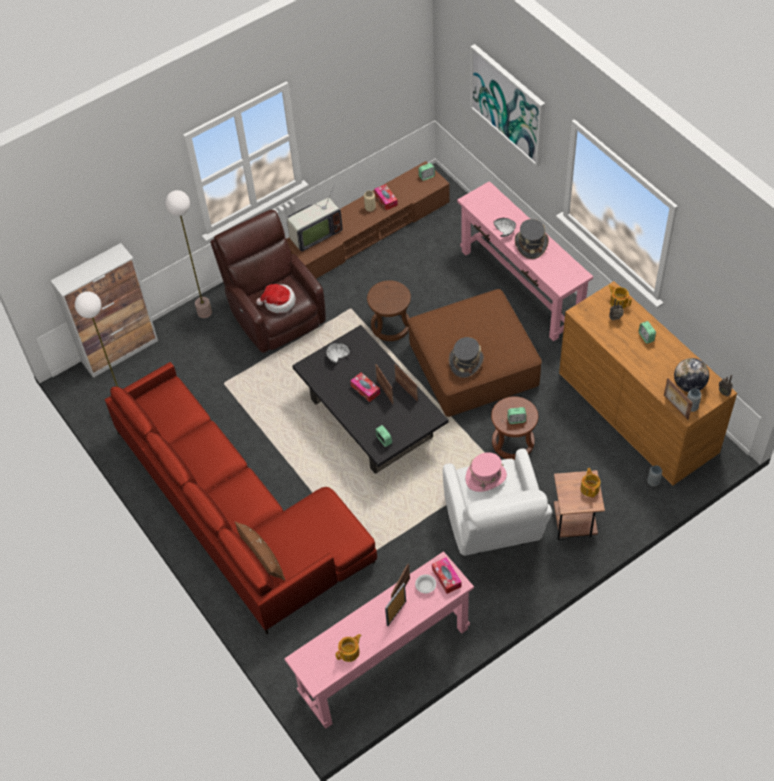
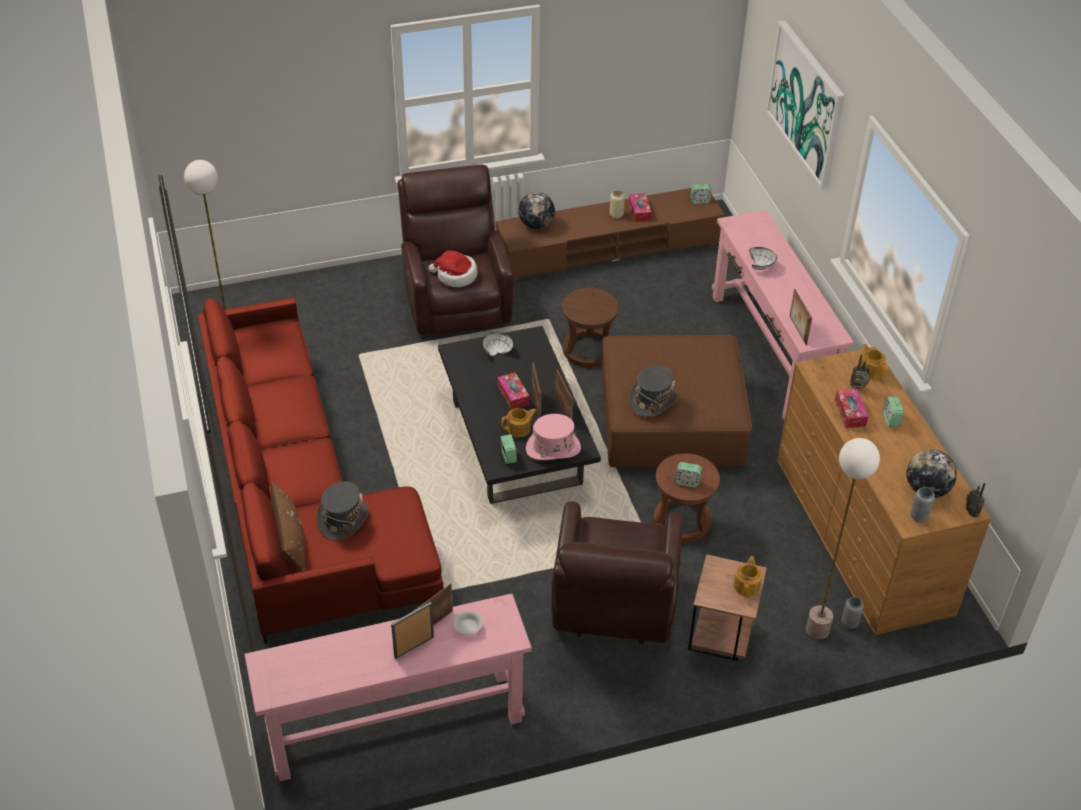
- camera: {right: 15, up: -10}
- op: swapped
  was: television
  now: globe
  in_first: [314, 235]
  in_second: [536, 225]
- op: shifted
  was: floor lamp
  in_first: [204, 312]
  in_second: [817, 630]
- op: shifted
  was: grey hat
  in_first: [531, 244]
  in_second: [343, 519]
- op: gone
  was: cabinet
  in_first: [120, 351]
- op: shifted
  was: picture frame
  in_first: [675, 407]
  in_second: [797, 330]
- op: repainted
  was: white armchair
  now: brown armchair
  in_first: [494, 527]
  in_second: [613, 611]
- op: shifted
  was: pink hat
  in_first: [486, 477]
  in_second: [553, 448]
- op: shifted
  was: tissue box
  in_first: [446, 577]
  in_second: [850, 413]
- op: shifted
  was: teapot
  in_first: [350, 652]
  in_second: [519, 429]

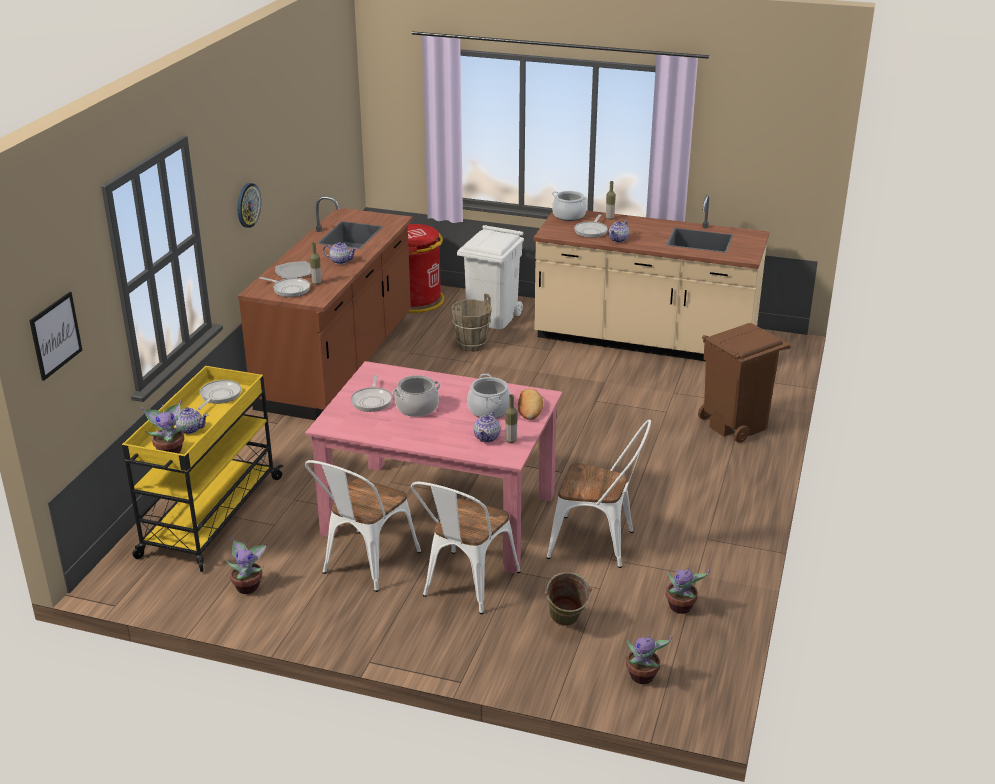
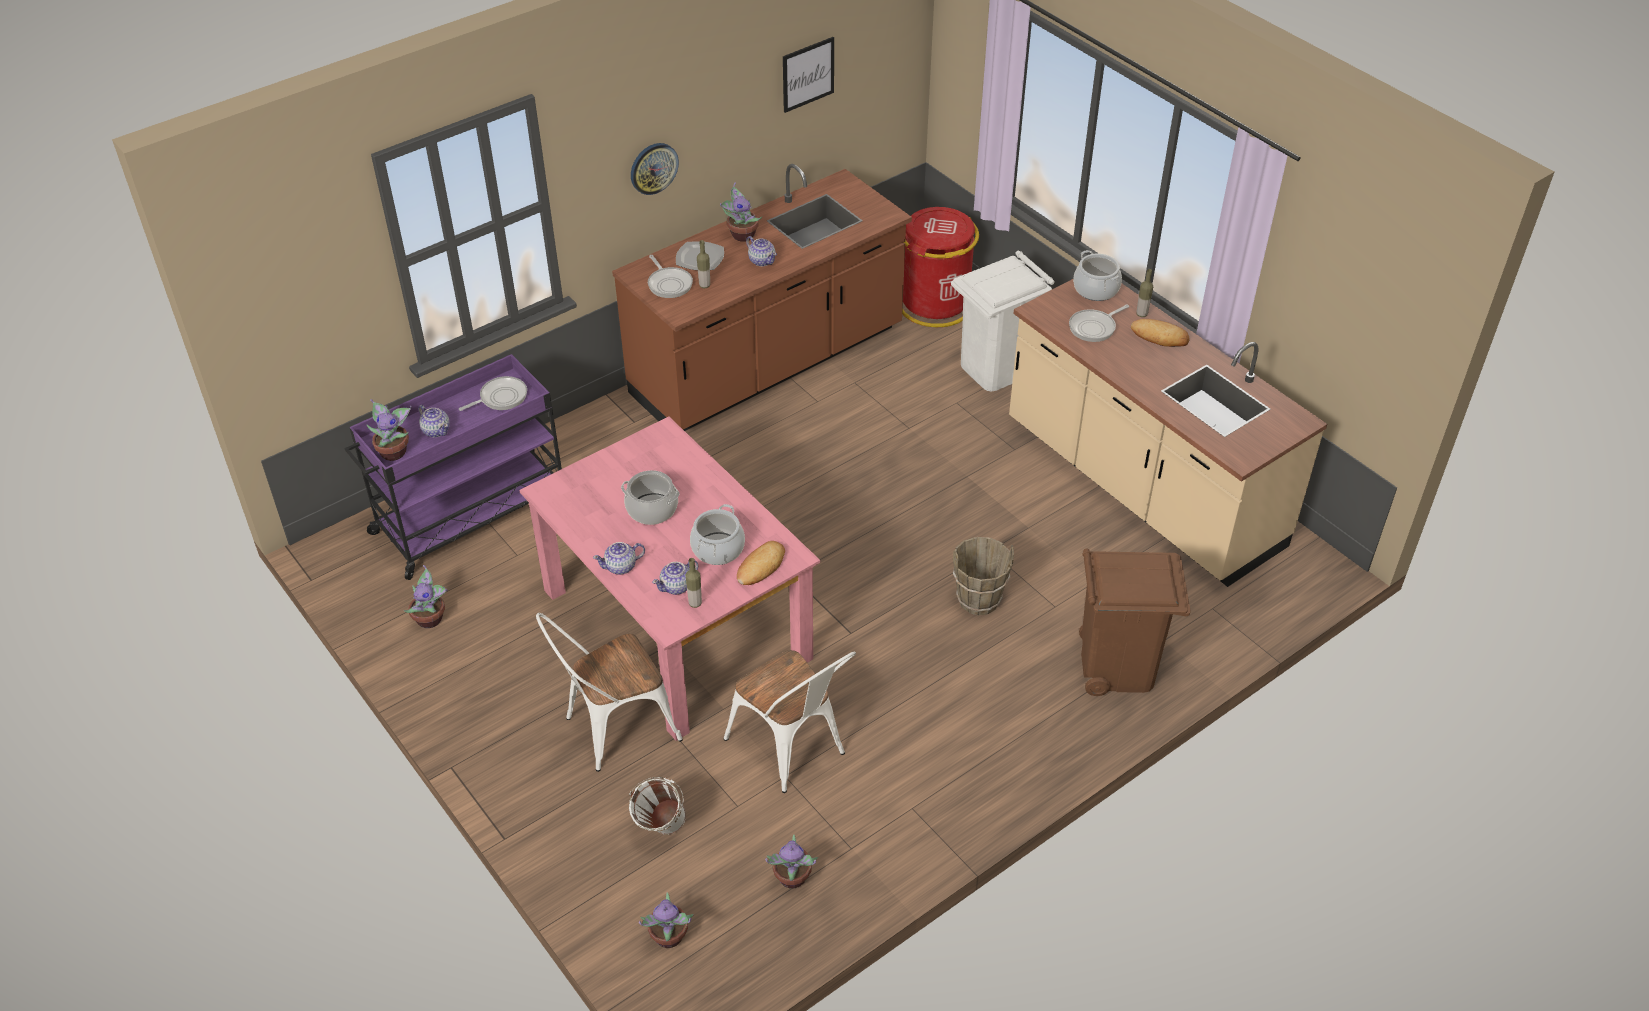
- camera: {right: 35, up: 15}
- op: shifted
  was: teapot
  in_first: [618, 239]
  in_second: [621, 567]
- op: shifted
  was: picture
  in_first: [55, 335]
  in_second: [808, 74]
- op: shifted
  was: brown bucket
  in_first: [471, 345]
  in_second: [978, 600]
- op: repainted
  was: yellow cart
  now: purple cart
  in_first: [210, 517]
  in_second: [470, 516]
- op: gone
  was: frying pan
  in_first: [372, 401]
- op: gone
  was: white chair
  in_first: [365, 565]
- op: repainted
  was: green bucket
  now: white bucket
  in_first: [566, 624]
  in_second: [660, 831]
- op: new
  now: potted plant
  in_second: [741, 235]
- op: new
  now: bread
  in_second: [1159, 336]

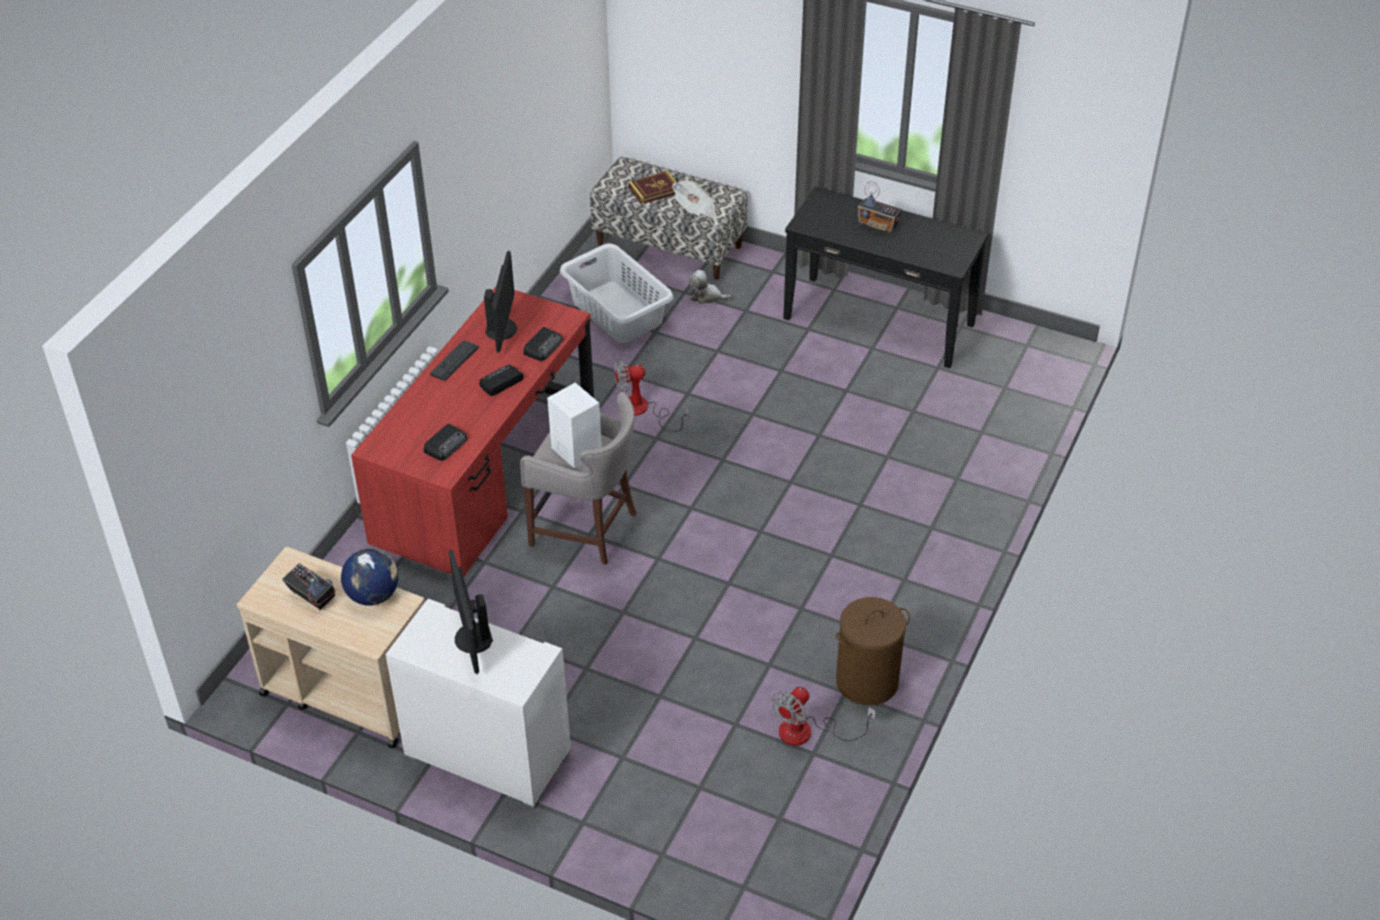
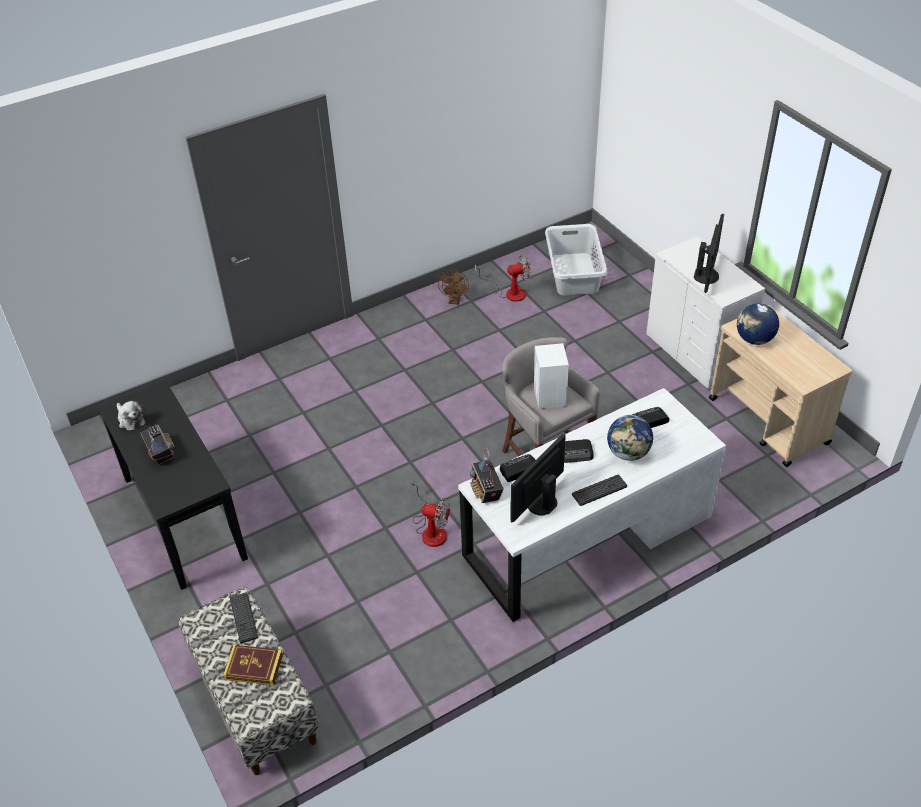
- camera: {right: -145, up: 0}
- op: swapped
  was: newspaper
  now: keyboard
  in_first: [695, 210]
  in_second: [243, 617]
- op: shifted
  was: grey laundry basket
  in_first: [617, 313]
  in_second: [574, 274]
- op: shifted
  was: plush toy
  in_first: [706, 296]
  in_second: [130, 420]
- op: repainted
  was: red desk
  now: white desk
  in_first: [485, 471]
  in_second: [587, 536]
- op: shifted
  was: radio
  in_first: [312, 597]
  in_second: [486, 490]
- op: swapped
  was: brown laundry basket
  now: brown fan
  in_first: [866, 681]
  in_second: [454, 300]
- op: new
  now: globe
  in_second: [628, 453]

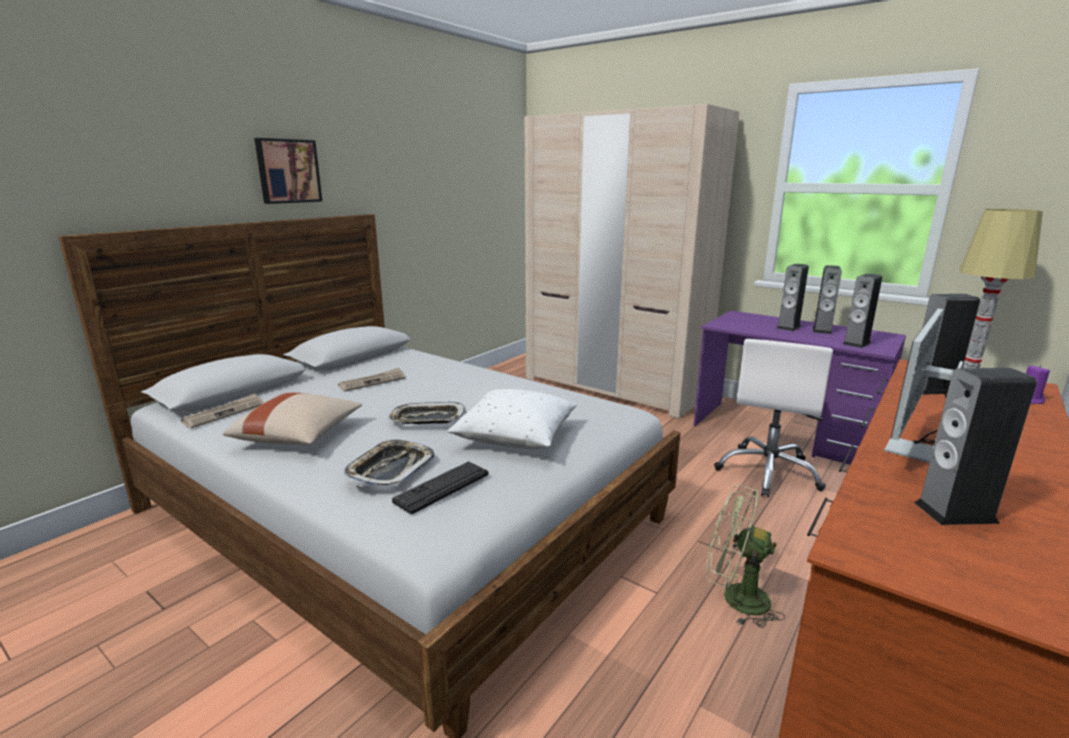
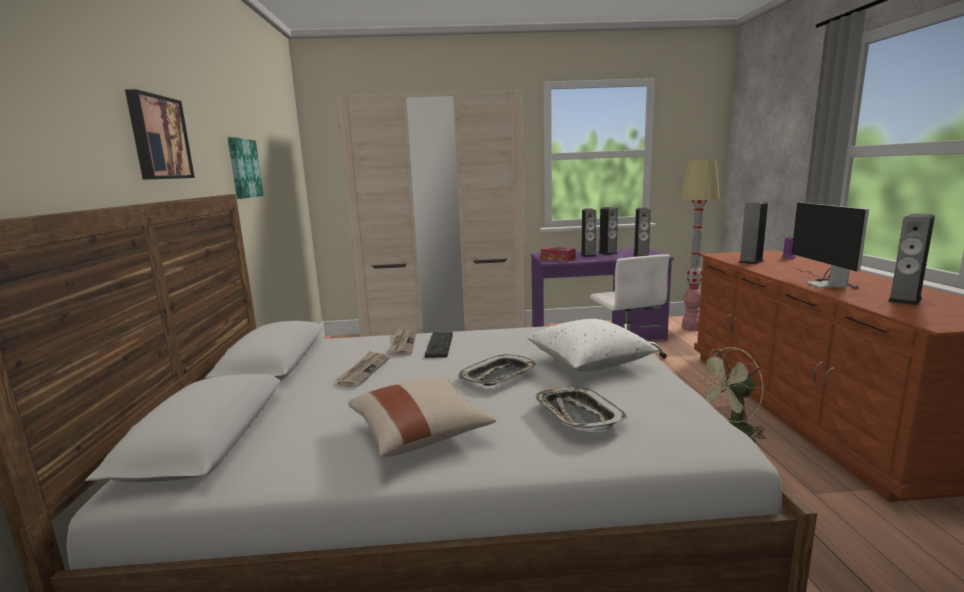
- camera: {right: -40, up: -5}
- op: shifted
  was: newspaper
  in_first: [224, 413]
  in_second: [402, 344]
- op: shifted
  was: keyboard
  in_first: [442, 487]
  in_second: [439, 345]
- op: new
  now: picture
  in_second: [243, 168]
- op: new
  now: tissue box
  in_second: [557, 259]

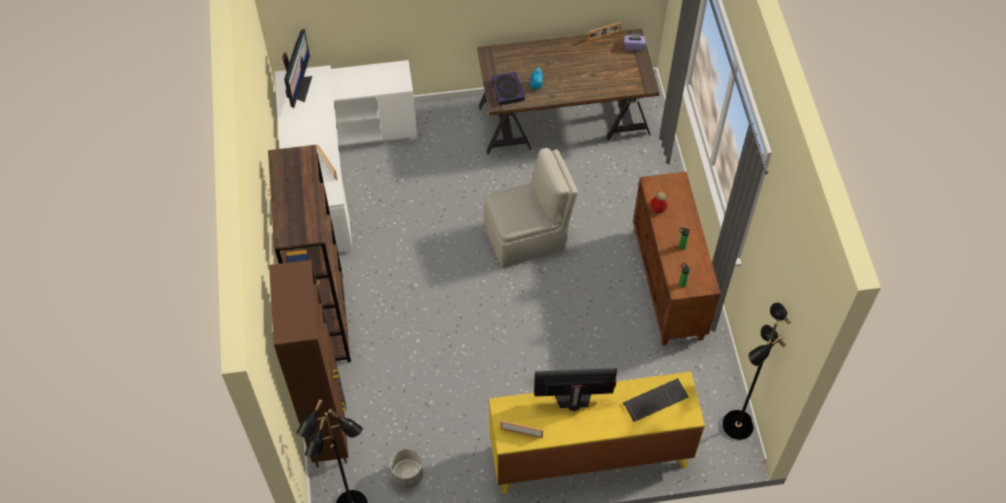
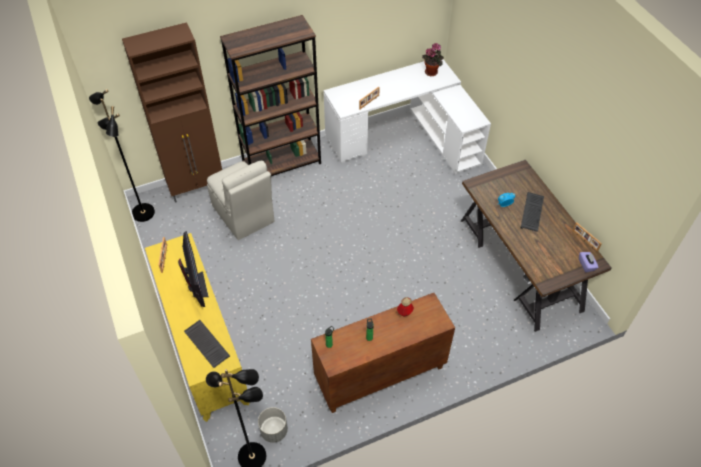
- camera: {right: 75, up: -5}
- op: swapped
  was: monitor
  now: potted plant
  in_first: [300, 88]
  in_second: [432, 72]
- op: gone
  was: book
  in_first: [507, 91]
- op: shifted
  was: beige chair
  in_first: [527, 237]
  in_second: [244, 215]
- op: shifted
  was: grey planter
  in_first: [407, 475]
  in_second: [274, 430]
- op: new
  now: keyboard
  in_second: [532, 213]

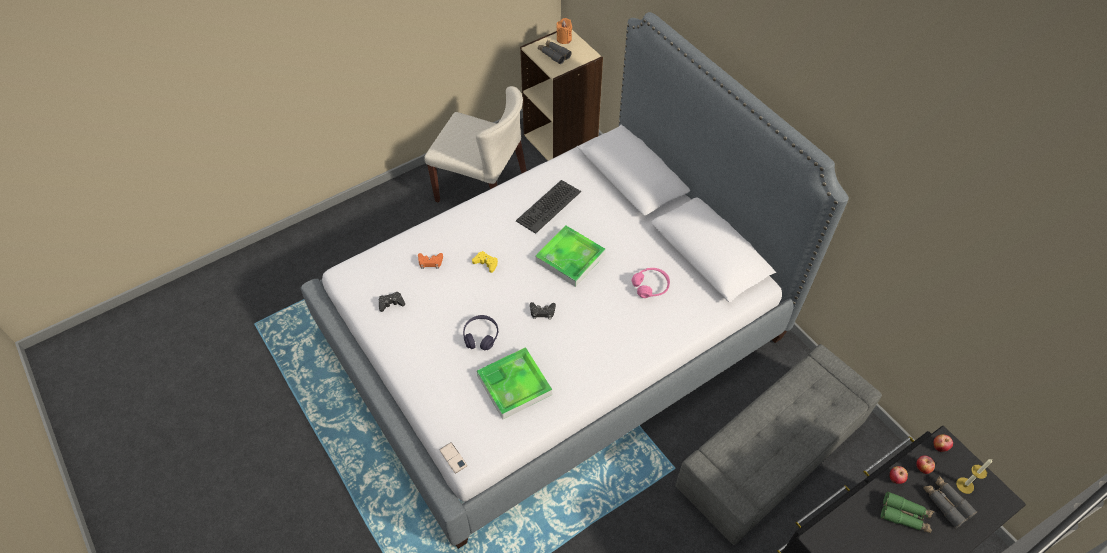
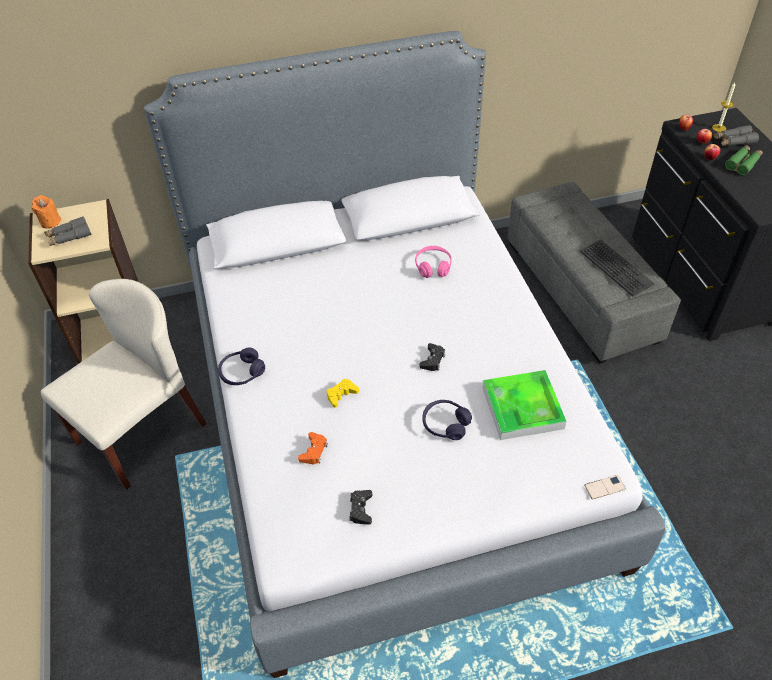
- camera: {right: -70, up: -5}
- op: shifted
  was: keyboard
  in_first: [548, 206]
  in_second: [615, 268]
- op: gone
  was: tray
  in_first: [570, 258]
- op: new
  now: purple headphones
  in_second: [242, 372]

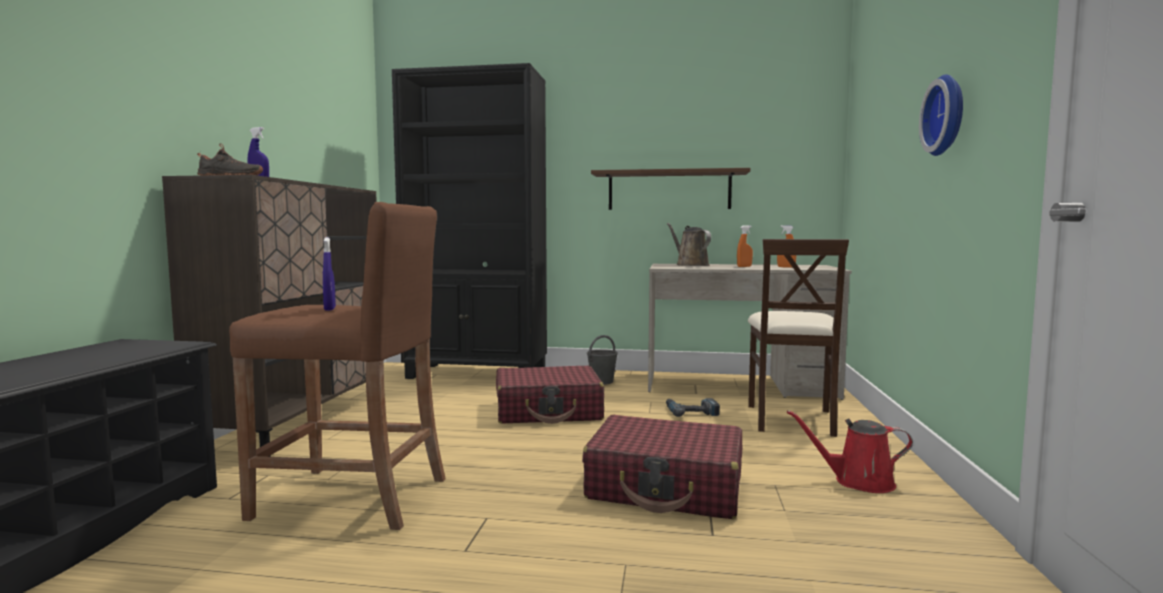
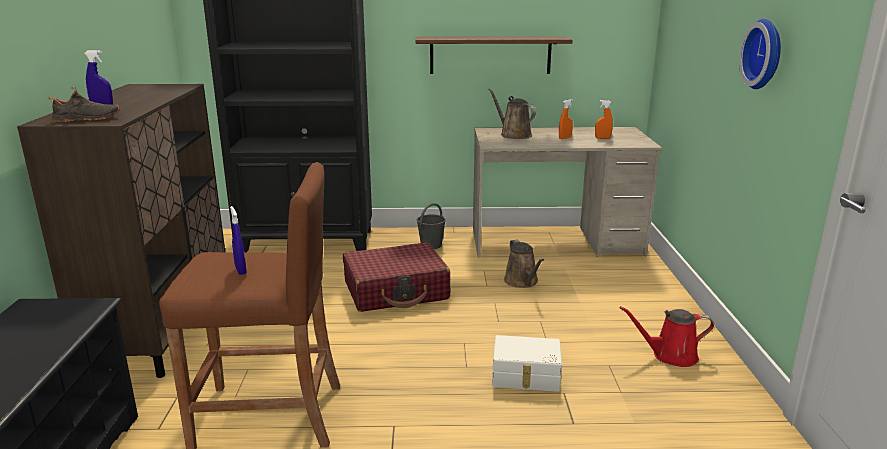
- camera: {right: -10, up: 15}
- op: gone
  was: beige chair
  in_first: [791, 419]
- op: swapped
  was: power drill
  now: brown watering can
  in_first: [691, 412]
  in_second: [522, 282]
- op: swapped
  was: red suitcase
  now: white storage box
  in_first: [666, 487]
  in_second: [526, 376]

